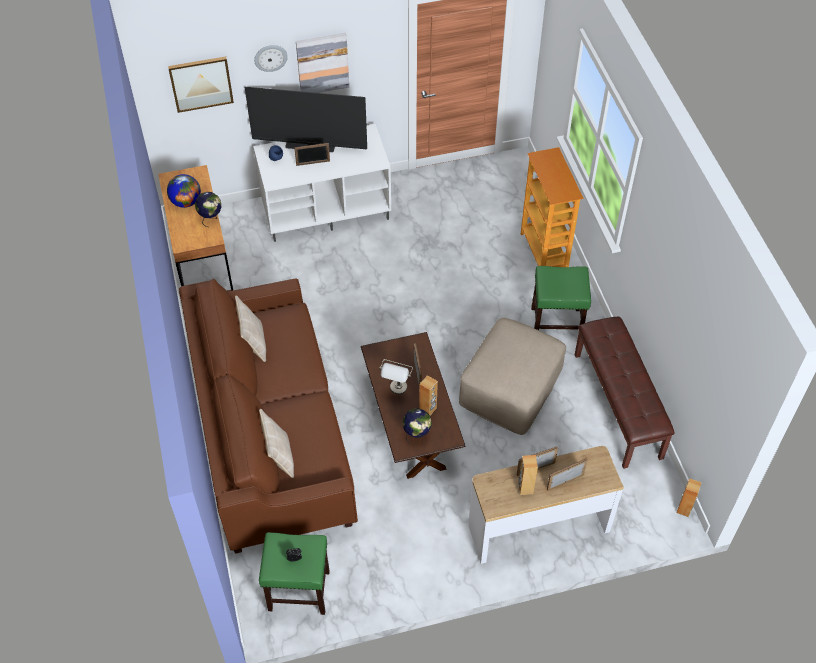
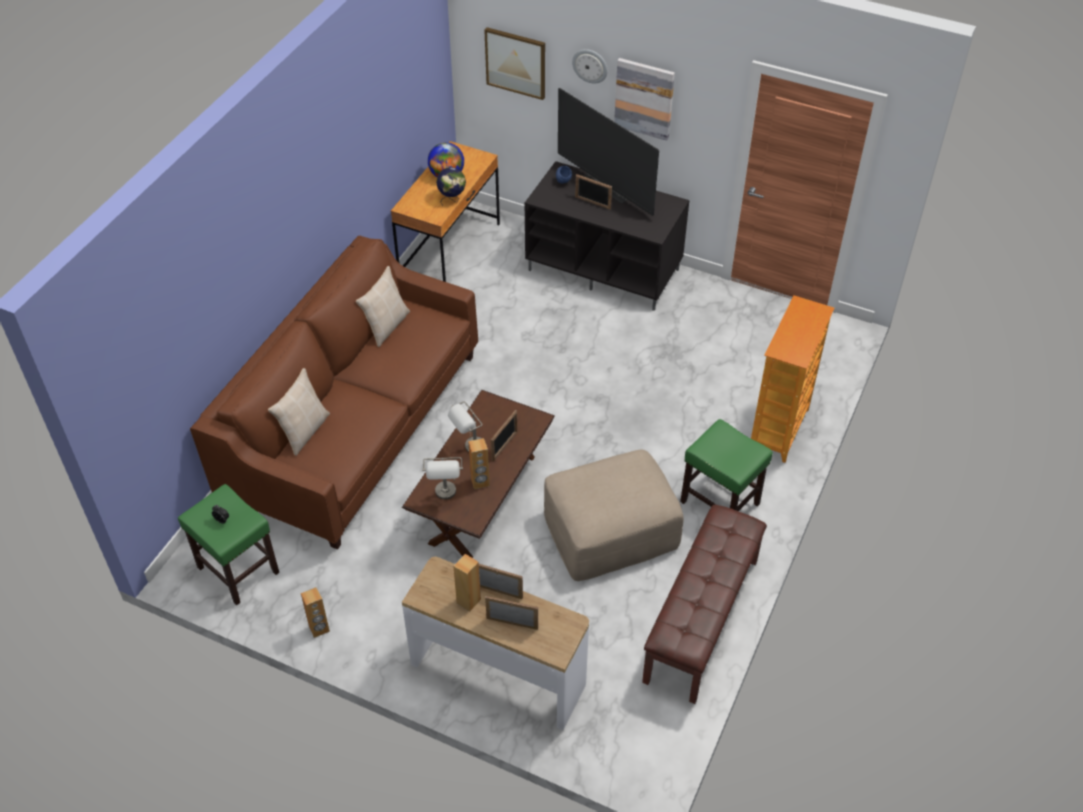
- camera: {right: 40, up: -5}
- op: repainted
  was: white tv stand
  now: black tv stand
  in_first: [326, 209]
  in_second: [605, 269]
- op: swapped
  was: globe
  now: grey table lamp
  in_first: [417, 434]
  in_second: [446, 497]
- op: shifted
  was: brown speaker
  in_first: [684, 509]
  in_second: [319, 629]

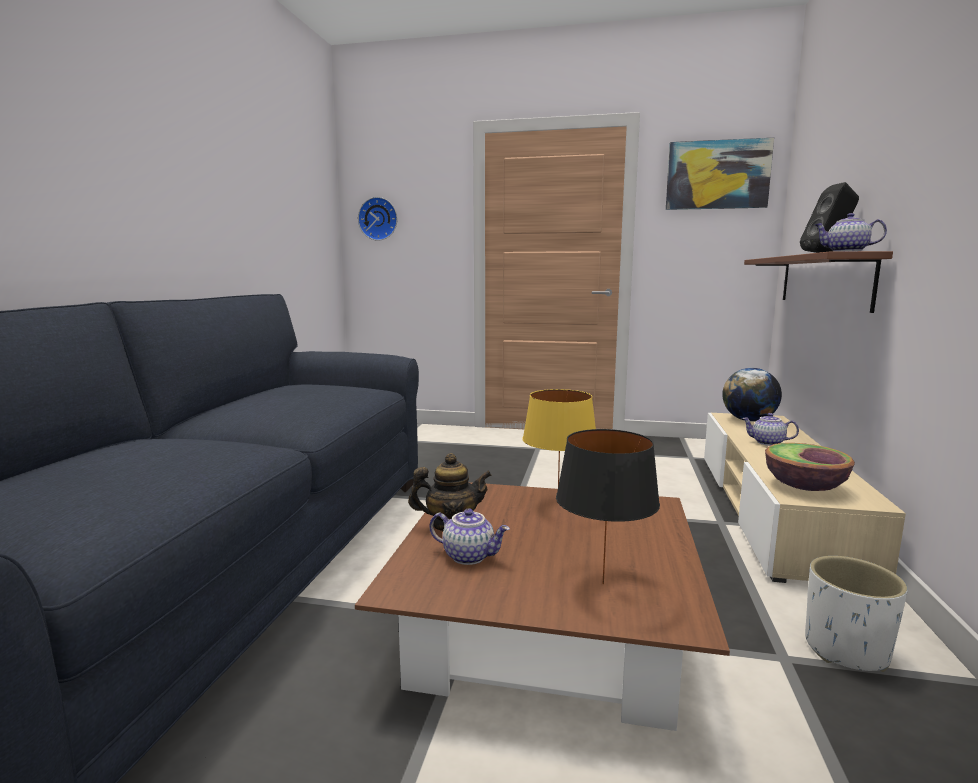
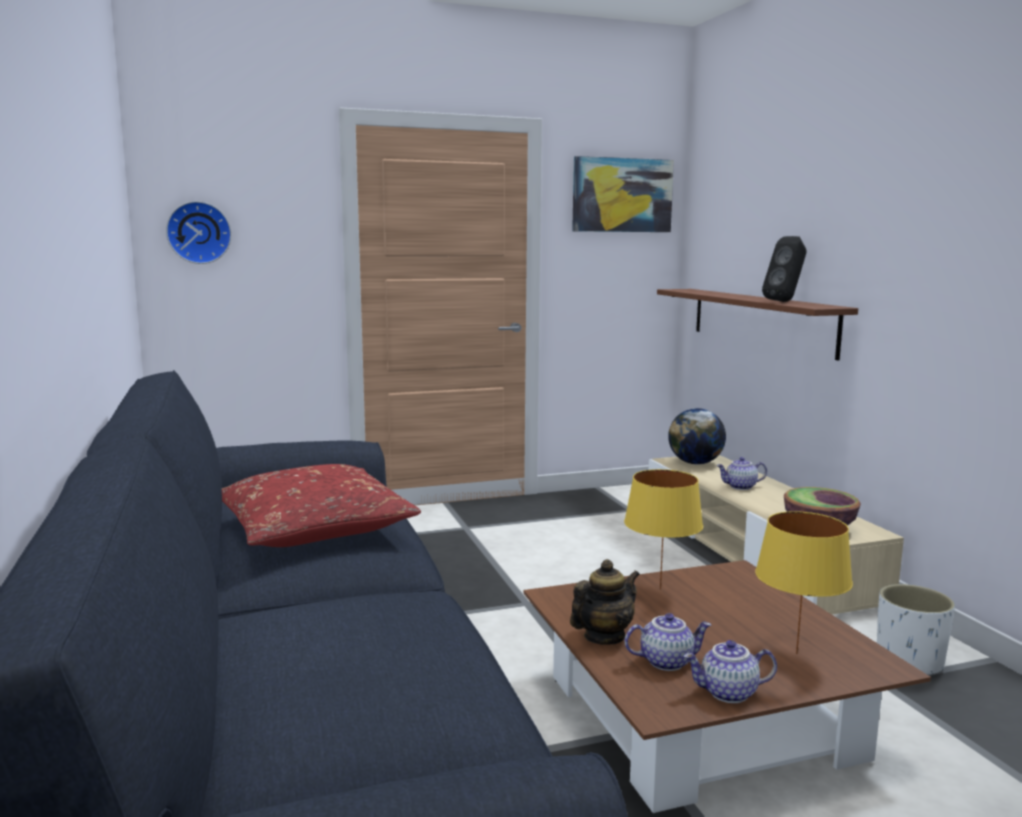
- camera: {right: -30, up: 0}
- op: shifted
  was: teapot
  in_first: [846, 251]
  in_second: [728, 693]
- op: repainted
  was: black table lamp
  now: yellow table lamp
  in_first: [602, 584]
  in_second: [796, 654]
- op: new
  now: red pillow
  in_second: [314, 527]

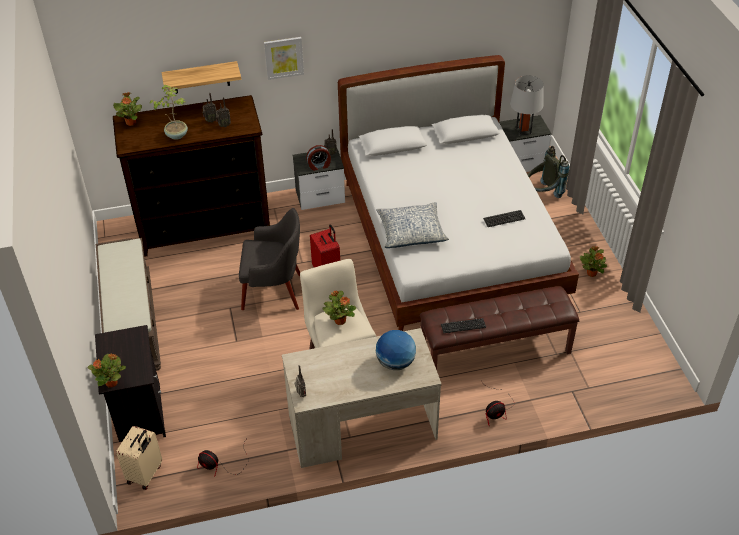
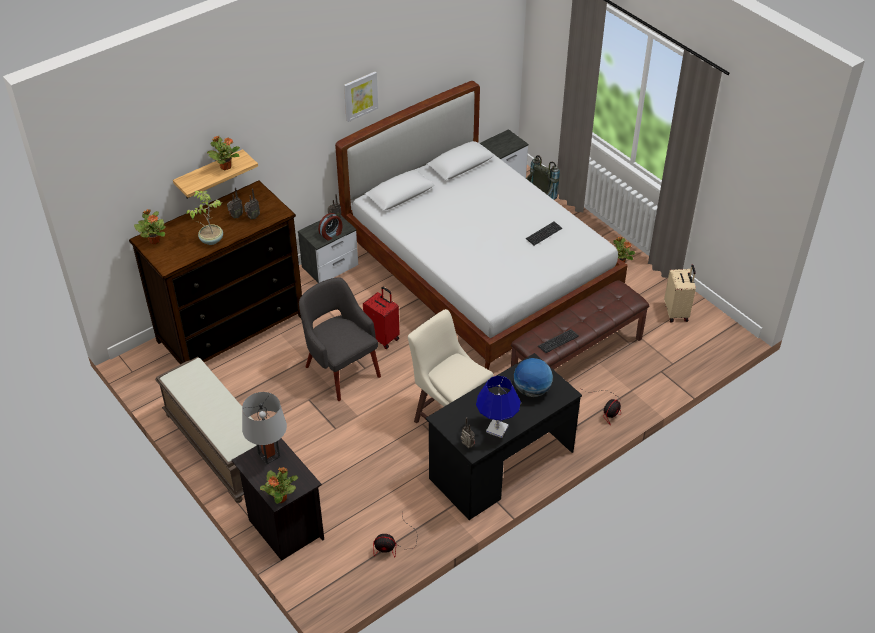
- camera: {right: -25, up: 0}
- op: shifted
  was: picture
  in_first: [283, 57]
  in_second: [360, 96]
- op: shifted
  was: grey table lamp
  in_first: [523, 131]
  in_second: [268, 455]
- op: gone
  was: pillow
  in_first: [411, 232]
- op: rotated
  was: grey armchair
  in_first: [273, 291]
  in_second: [341, 370]
  clockwise: -105
- op: shifted
  was: potted plant
  in_first: [340, 320]
  in_second: [225, 167]
- op: repainted
  was: beige desk
  now: black desk
  in_first: [362, 427]
  in_second: [501, 465]
- op: shifted
  was: beige suitcase
  in_first: [145, 474]
  in_second: [677, 312]
- op: new
  now: blue table lamp
  in_second: [497, 429]

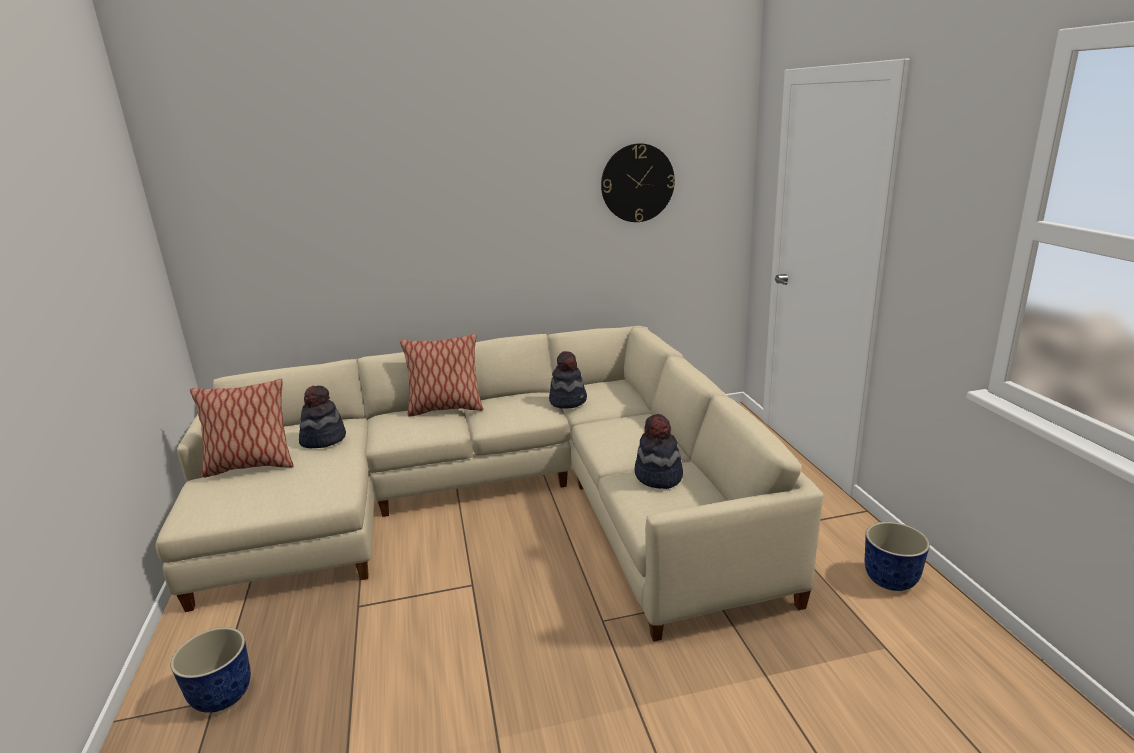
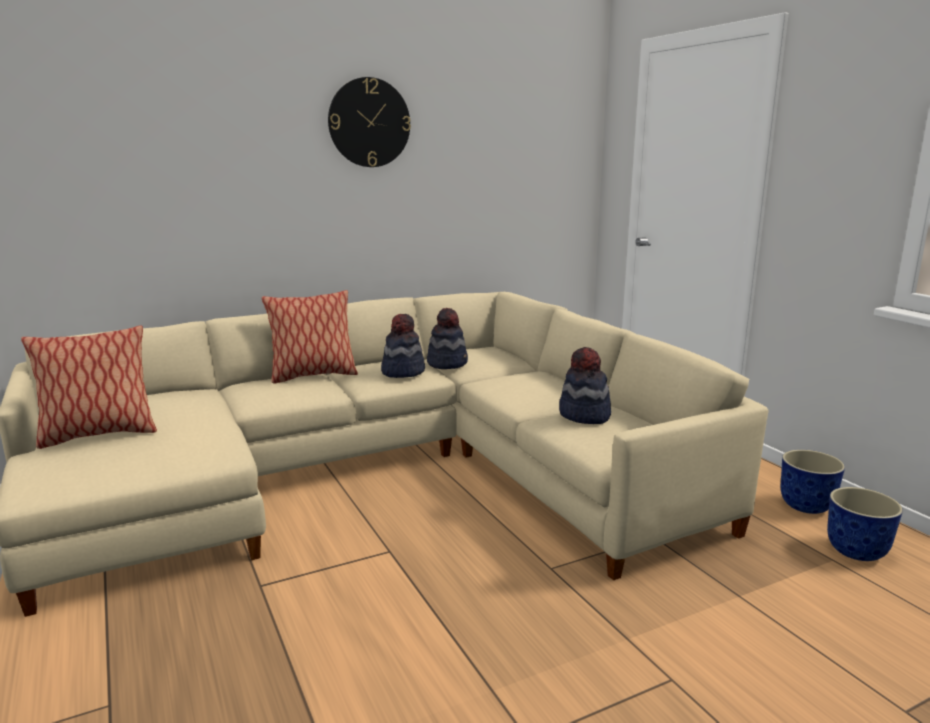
- camera: {right: -15, up: -5}
- op: shifted
  was: wall clock
  in_first: [637, 183]
  in_second: [369, 123]
- op: shifted
  was: hat
  in_first: [323, 439]
  in_second: [402, 371]
- op: shifted
  was: planter
  in_first: [222, 697]
  in_second: [857, 552]

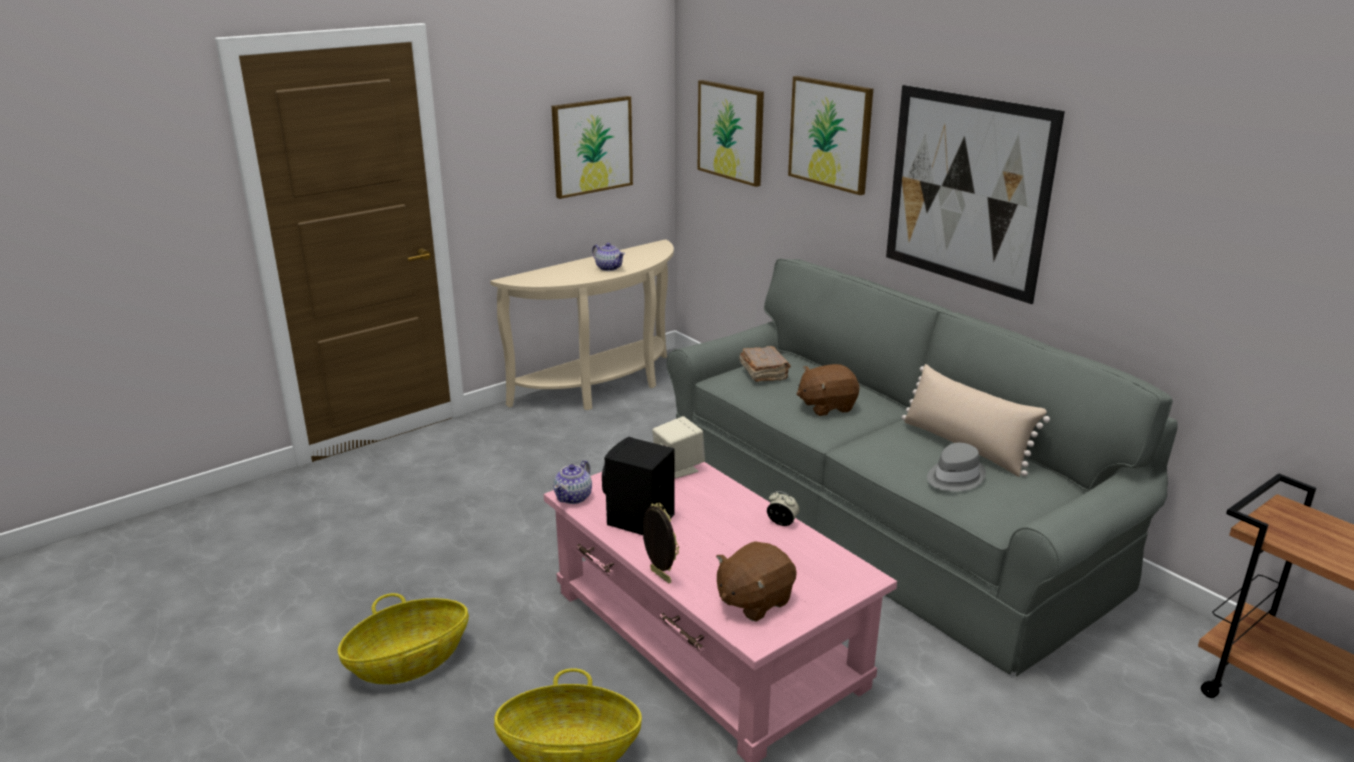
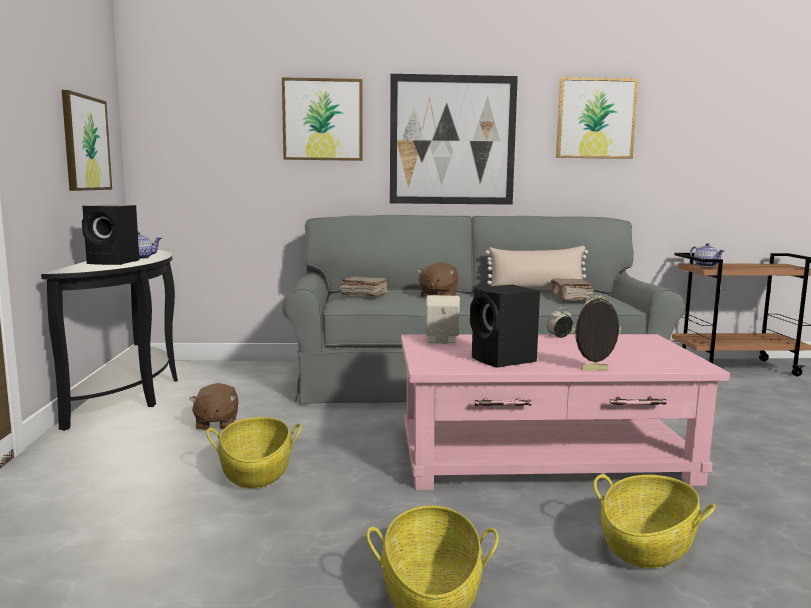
- camera: {right: -55, up: -15}
- op: shifted
  was: picture
  in_first: [731, 132]
  in_second: [595, 118]
- op: repainted
  was: beige console table
  now: black console table
  in_first: [603, 388]
  in_second: [133, 393]
- op: swapped
  was: grey hat
  now: brown book
  in_first: [954, 477]
  in_second: [570, 297]
- op: shifted
  was: teapot
  in_first: [574, 497]
  in_second: [705, 265]
- op: shifted
  was: brown plush toy
  in_first: [753, 600]
  in_second: [216, 424]
- op: new
  now: black speaker
  in_second: [114, 262]
- op: new
  now: basket
  in_second: [256, 472]

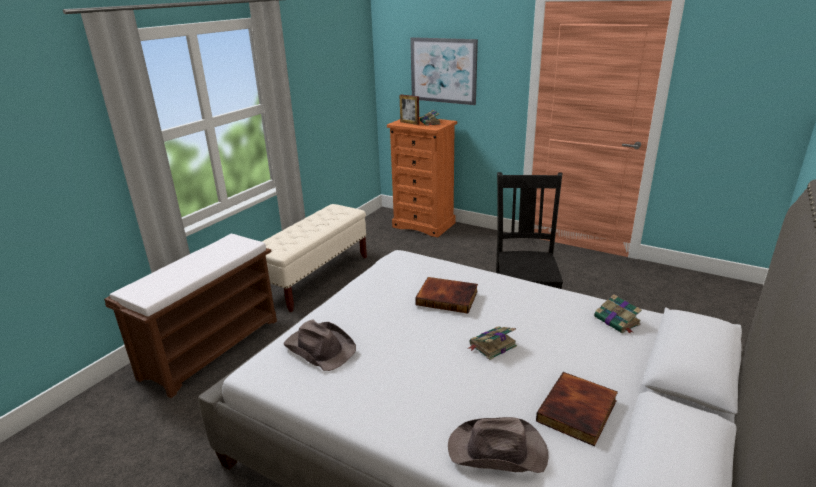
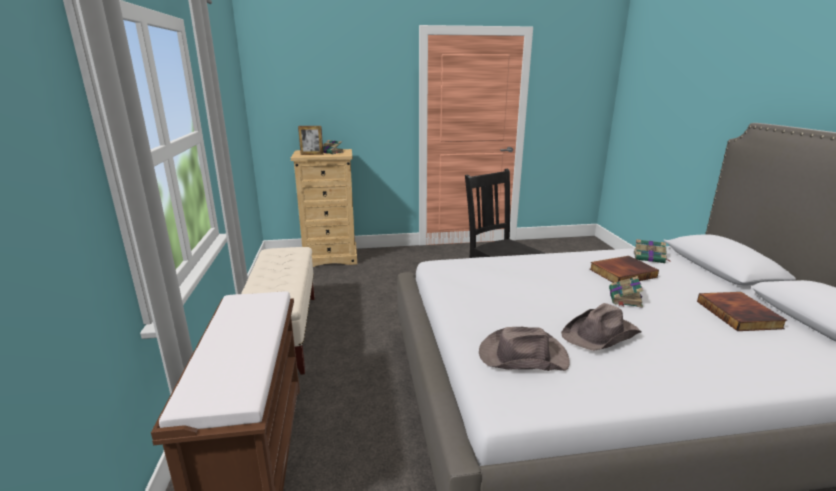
- camera: {right: -40, up: -5}
- op: gone
  was: picture
  in_first: [443, 70]
- op: repainted
  was: orange dresser
  now: beige dresser
  in_first: [424, 225]
  in_second: [331, 258]
- op: shifted
  was: book
  in_first: [447, 297]
  in_second: [622, 272]
- op: shifted
  was: brown hat
  in_first: [498, 451]
  in_second: [601, 334]

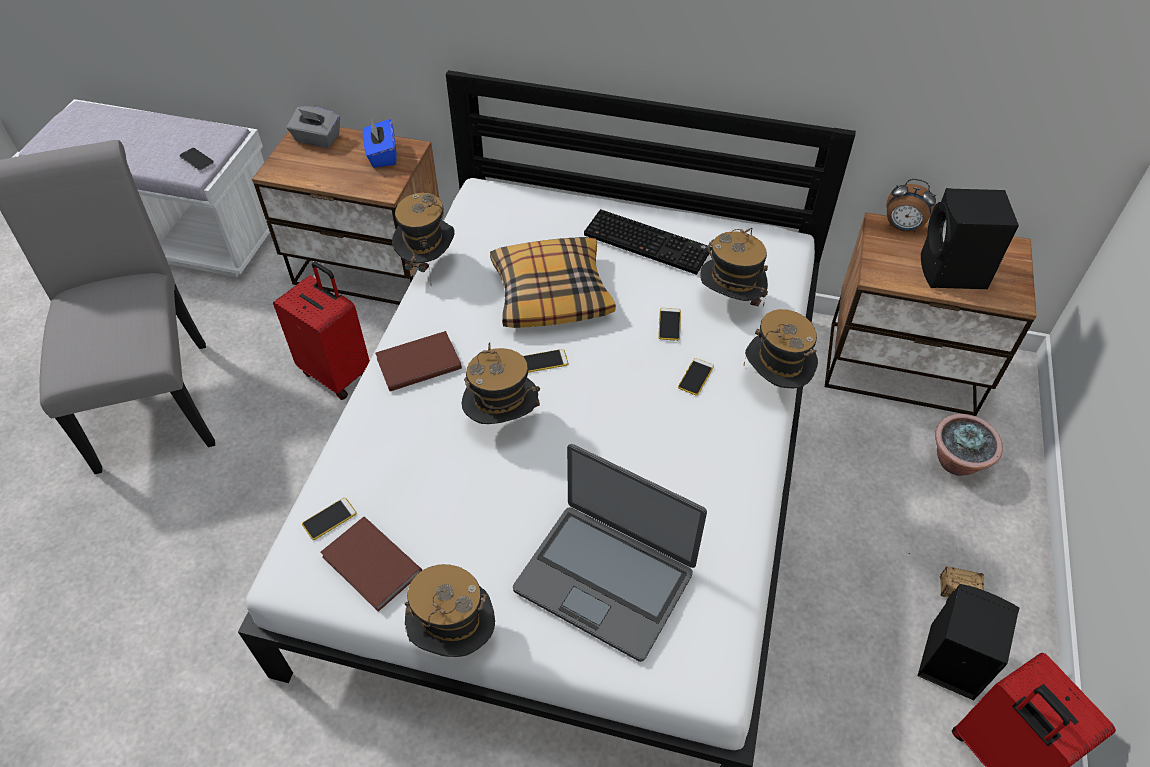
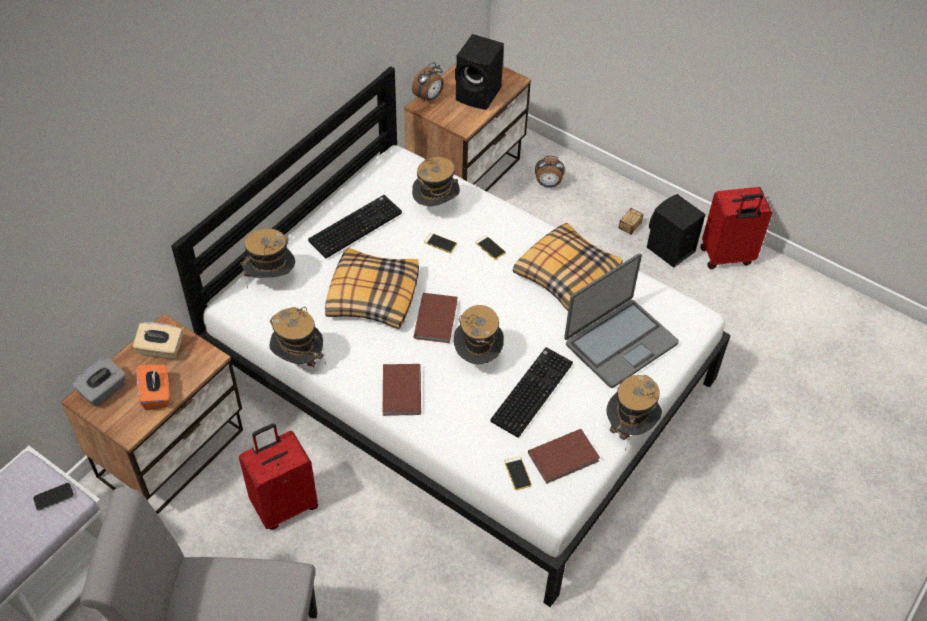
- camera: {right: -70, up: 0}
- op: repainted
  was: blue tissue box
  now: beige tissue box
  in_first: [382, 155]
  in_second: [161, 350]
- op: shifted
  was: hat
  in_first: [774, 383]
  in_second: [271, 279]
- op: swapped
  was: phone
  now: brown book
  in_first: [545, 361]
  in_second: [437, 319]
- op: swapped
  was: potted plant
  now: alarm clock
  in_first: [956, 462]
  in_second: [548, 184]
- op: new
  now: pillow
  in_second: [566, 274]
- op: new
  now: keyboard
  in_second: [531, 391]
- op: new
  now: orange tissue box
  in_second: [156, 394]

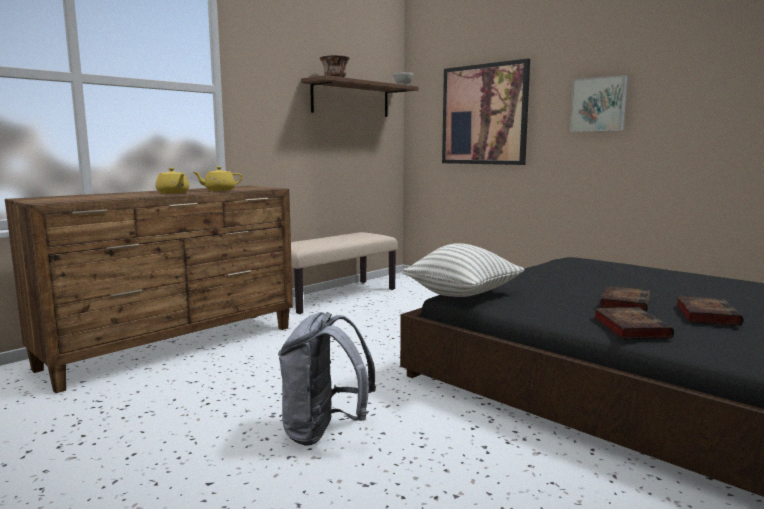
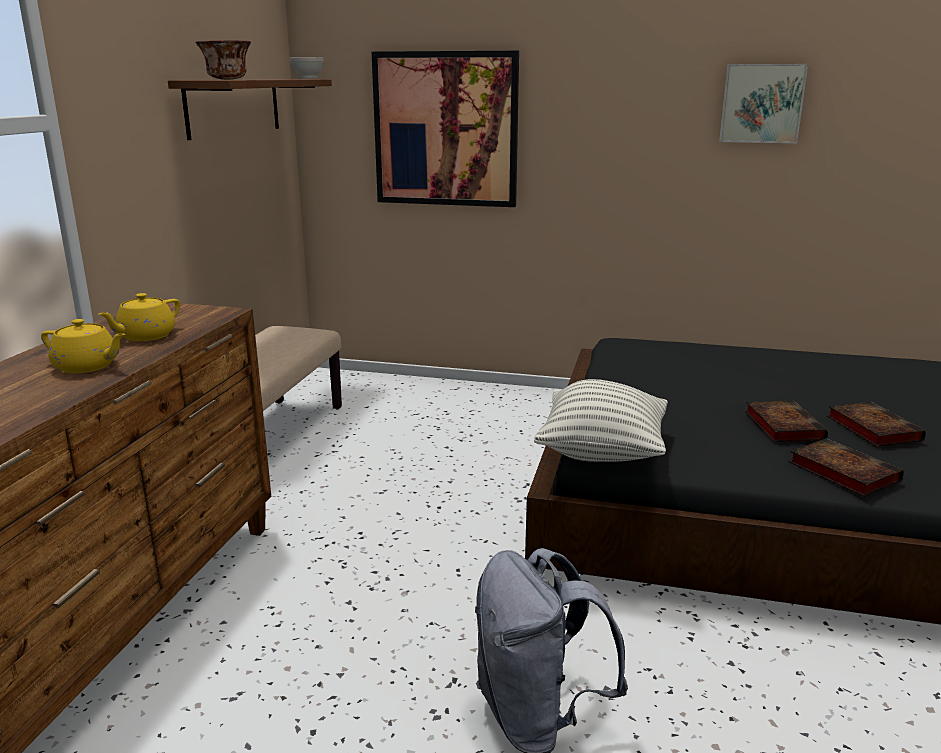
- camera: {right: -30, up: 10}
- op: shifted
  was: picture
  in_first: [599, 104]
  in_second: [761, 103]

